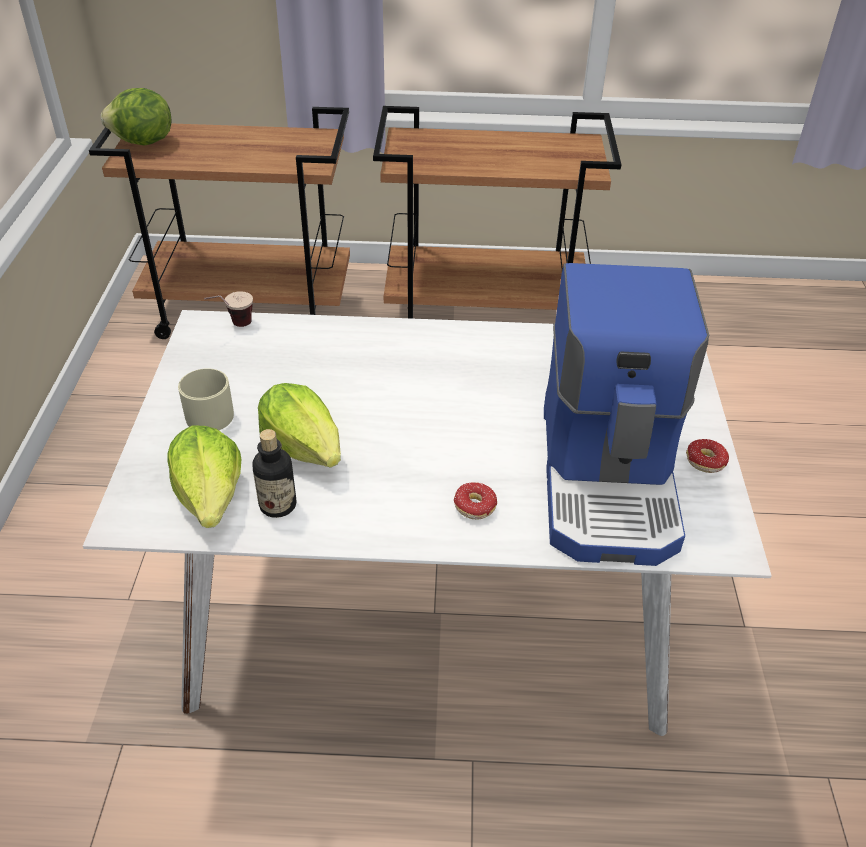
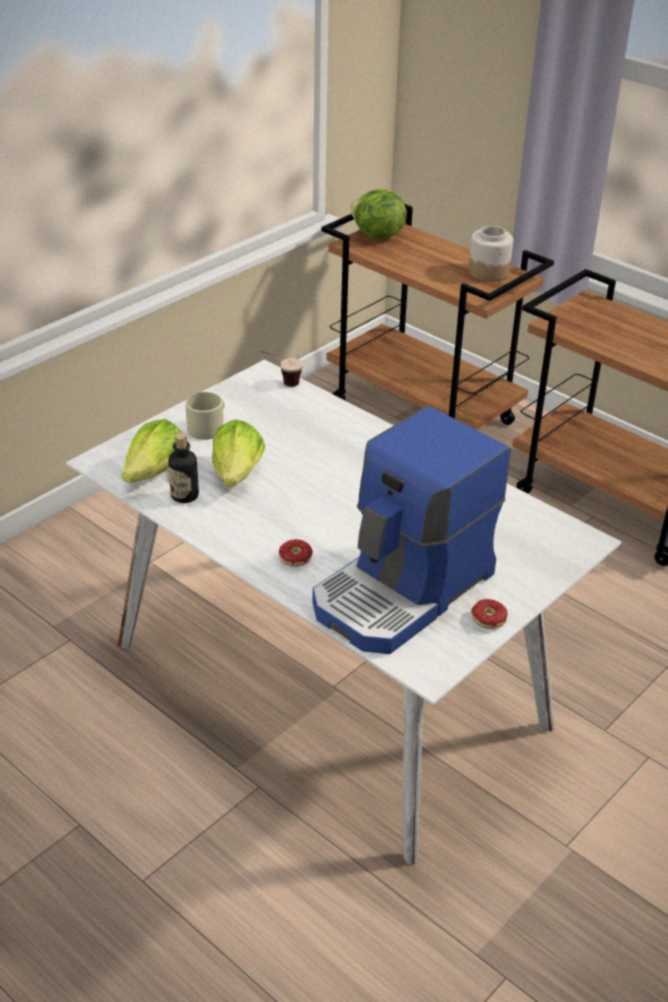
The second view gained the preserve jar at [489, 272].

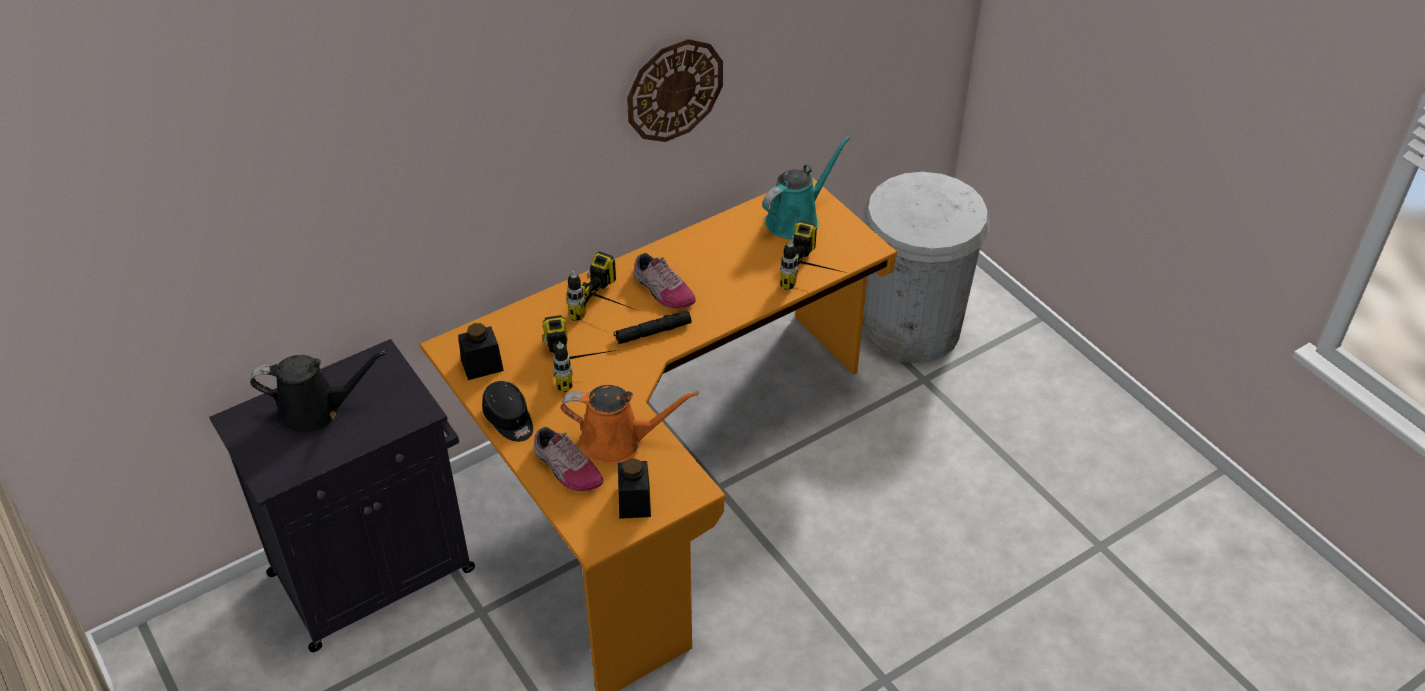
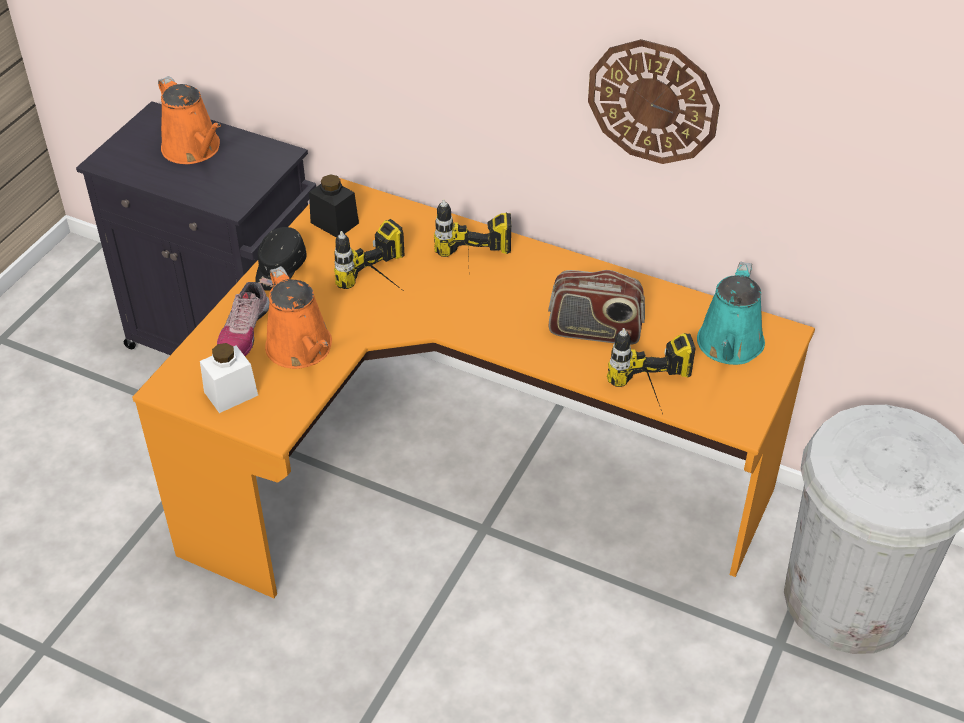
What was the watering pot (black-coloured) at [317, 411] turned into the watering pot (orangey) at [194, 149].
The second view lost the torch (black-coloured) at [652, 332].
What was the preserve jar (black-coloured) at [634, 502] turned into the preserve jar (white-coloured) at [231, 393].
The second view lost the item of footwear at [662, 290].
The watering pot (turquoise) at [796, 219] ended up facing another way, 90 degrees clockwise from before.
The second view gained the radio receiver at [594, 331].

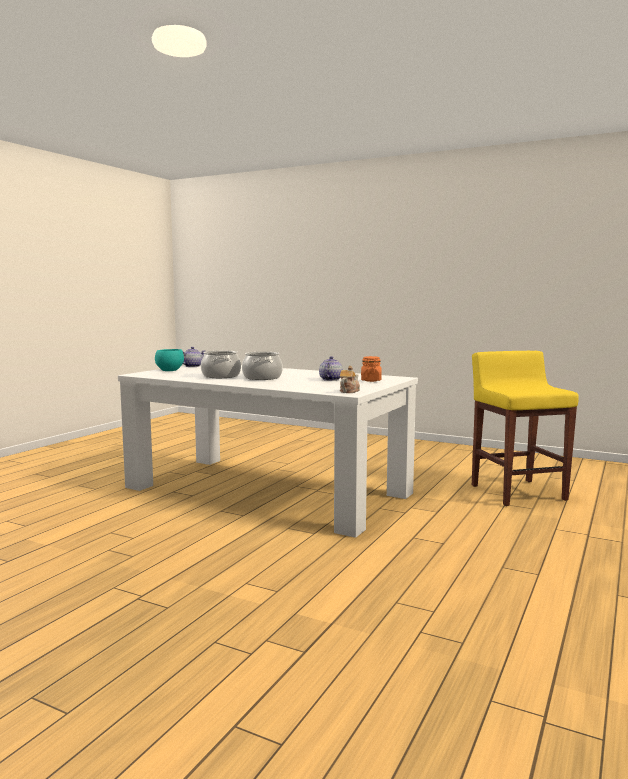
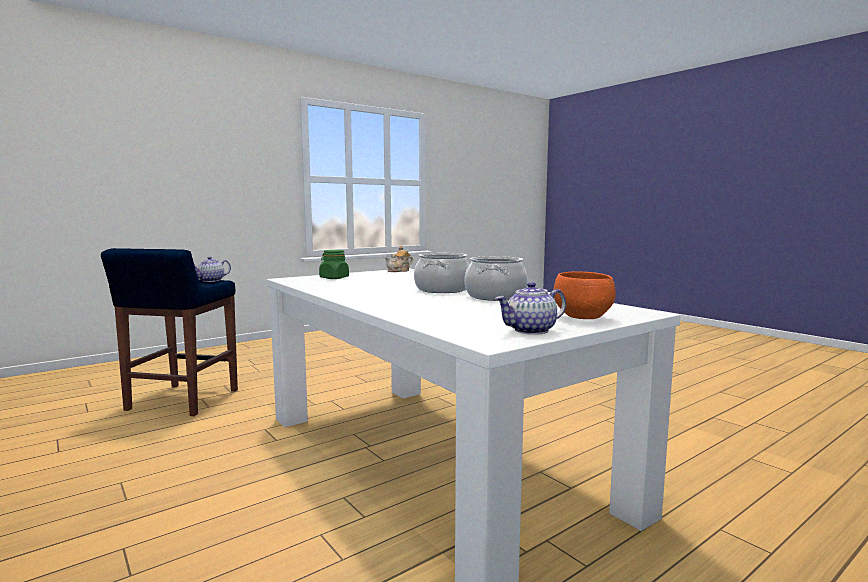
What was the deep dish (turquoise) at [169, 370] turned into the deep dish (orangey) at [584, 318].
The pot for tea ended up elsewhere, having gone from [330, 379] to [211, 280].
What was the preserve jar (orangey) at [371, 380] turned into the preserve jar (green-coloured) at [334, 278].
What was the stool (yellow) at [517, 492] turned into the stool (bluish) at [182, 401].

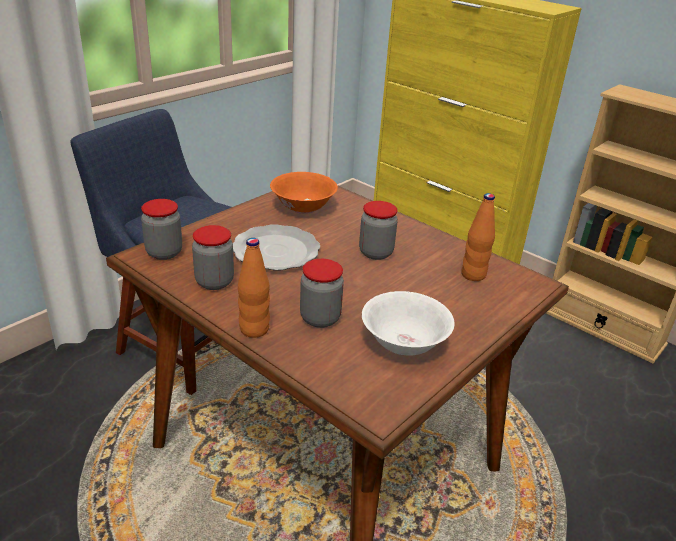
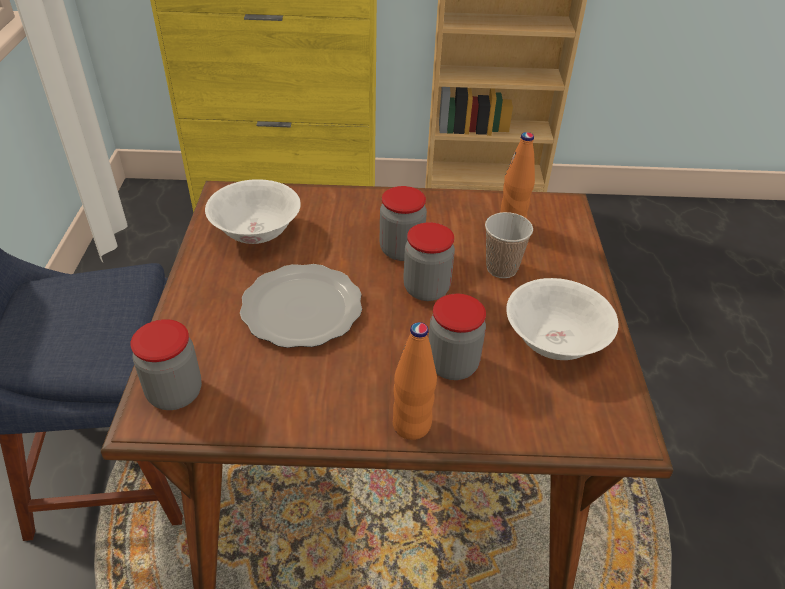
The preserve jar ended up elsewhere, having gone from [214, 282] to [426, 289].
What was the deep dish (orangey) at [303, 208] turned into the deep dish (white-coloured) at [257, 233].
The second view gained the small cup at [501, 268].

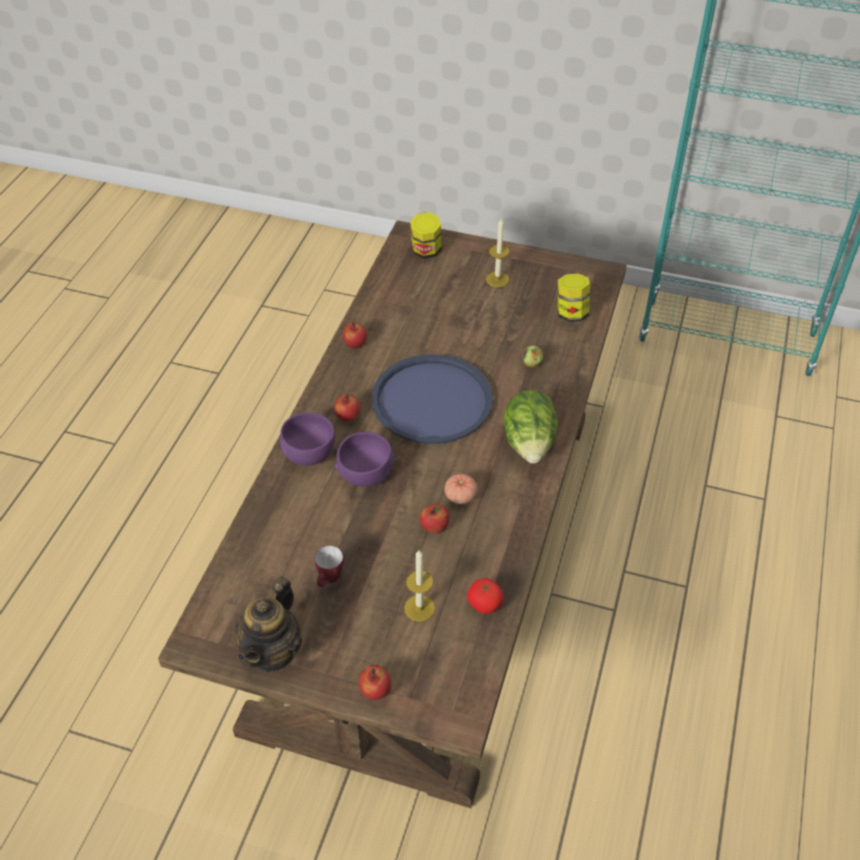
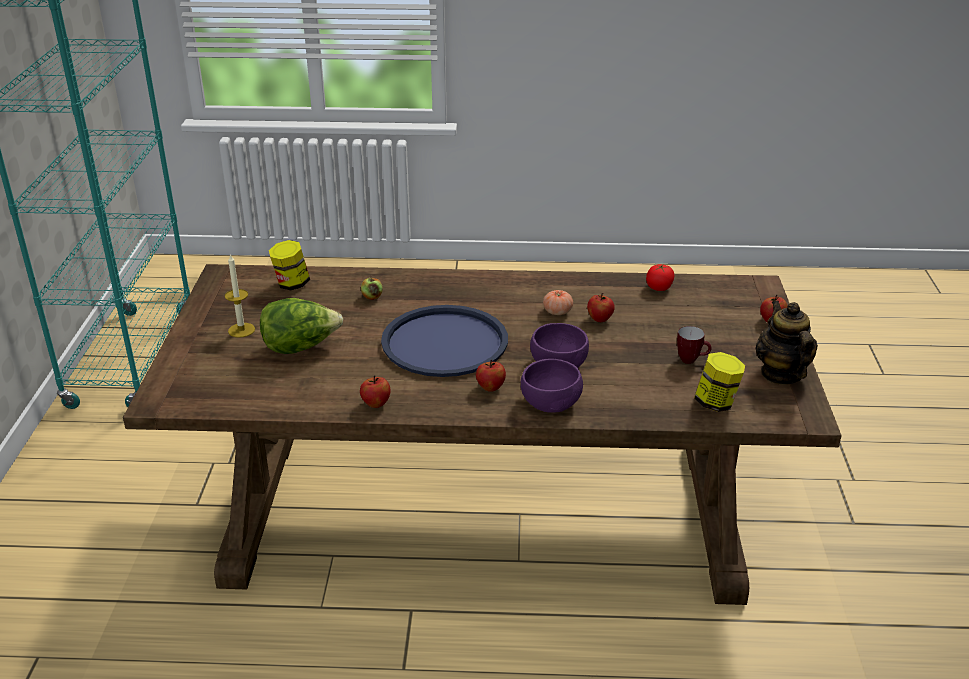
The pot for tea at [273, 652] ended up facing another way, 105 degrees counterclockwise from before.
The second view lost the candle at [419, 608].
The preserve jar ended up elsewhere, having gone from [426, 251] to [716, 403].
The lettuce ended up elsewhere, having gone from [529, 445] to [300, 347].

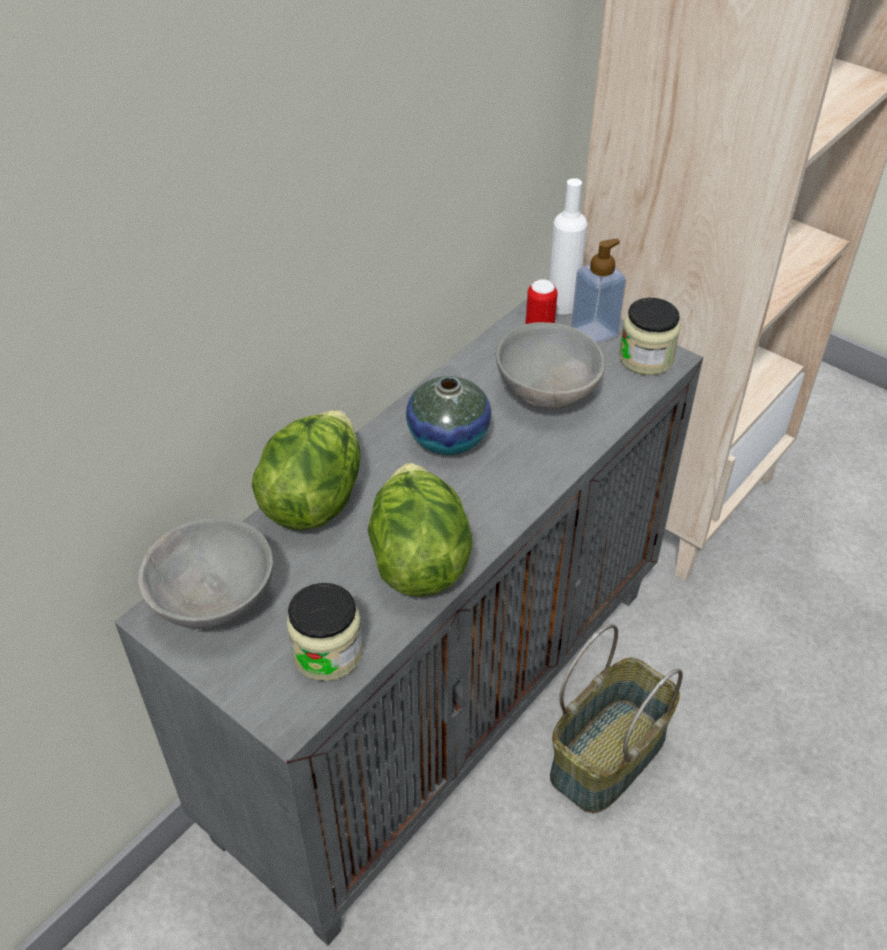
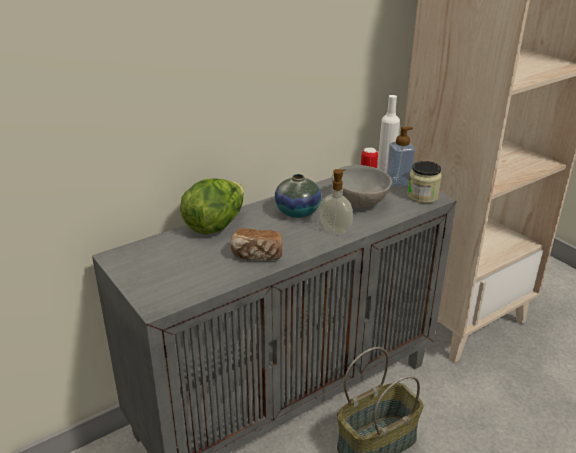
The second view lost the deep dish (grey) at [215, 604].
The second view lost the preserve jar at [327, 653].
Where the lettuce stood at [418, 559], the bakery bread came to stand at [257, 256].
The second view gained the soap bottle at [335, 230].

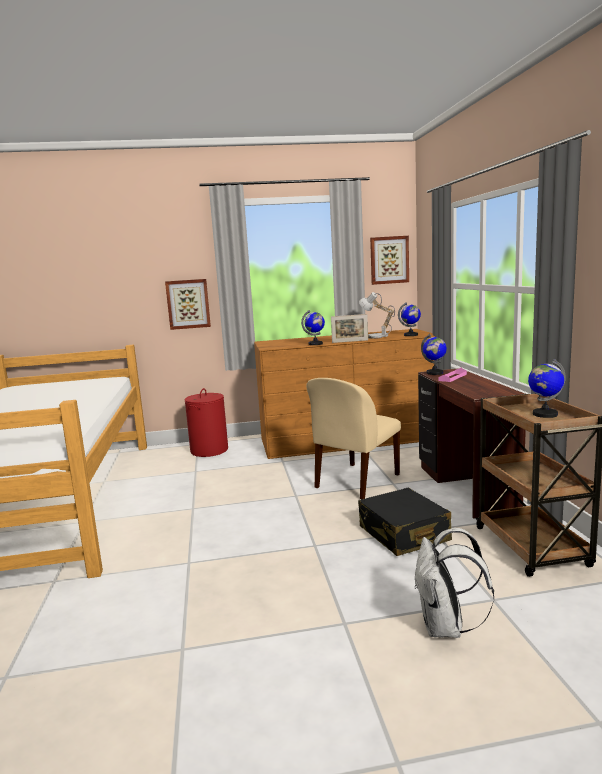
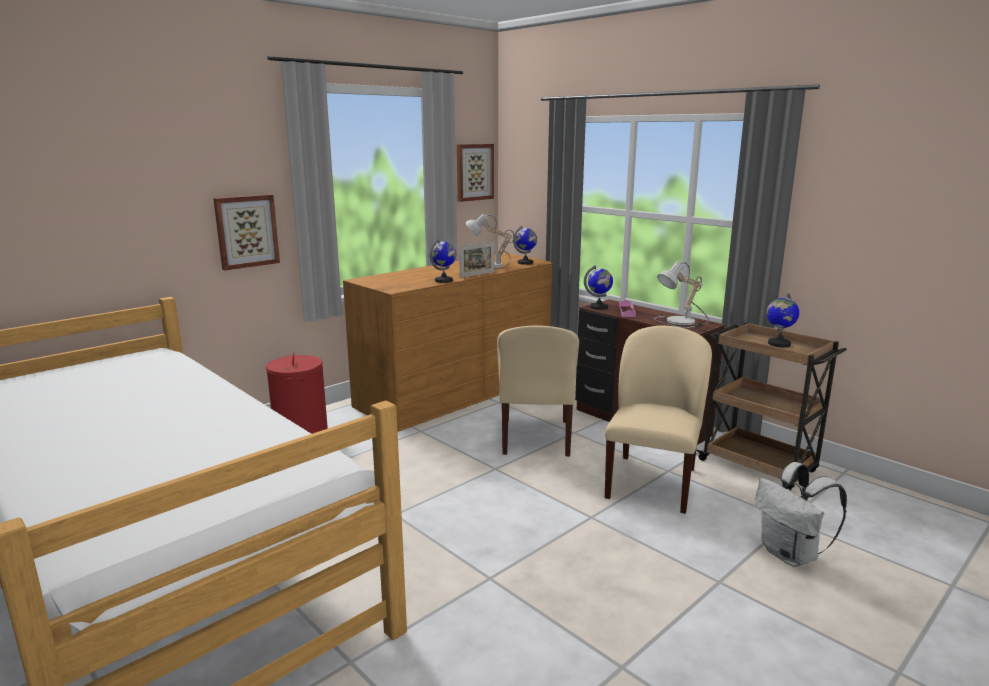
Where the piece of luggage (black-coloured) stood at [403, 534], the plain chair (beige) came to stand at [652, 482].
The second view gained the table lamp at [681, 322].

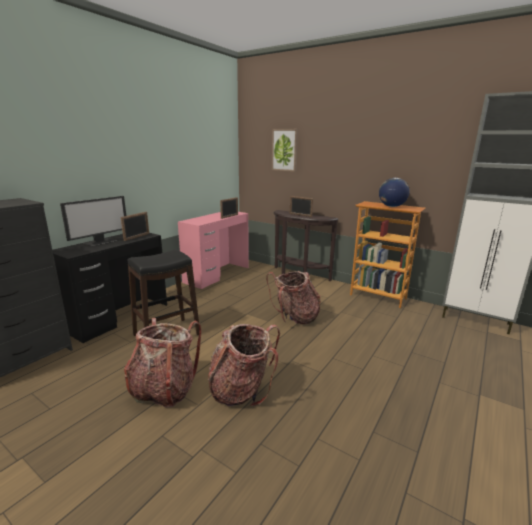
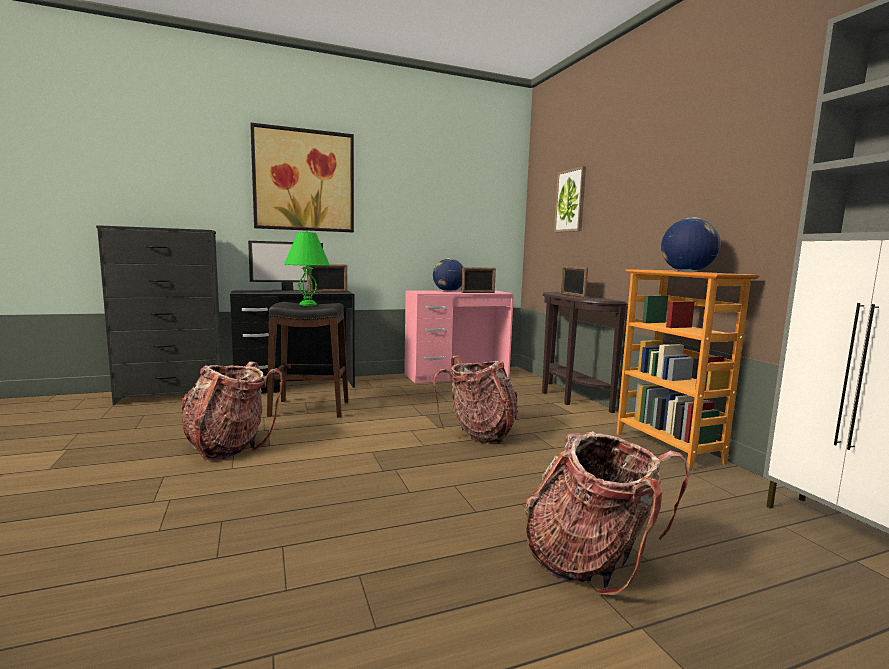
The rucksack ended up elsewhere, having gone from [242, 389] to [591, 562].
The second view gained the wall picture at [304, 180].
The second view gained the table lamp (green-coloured) at [307, 304].
The second view gained the world globe at [448, 291].

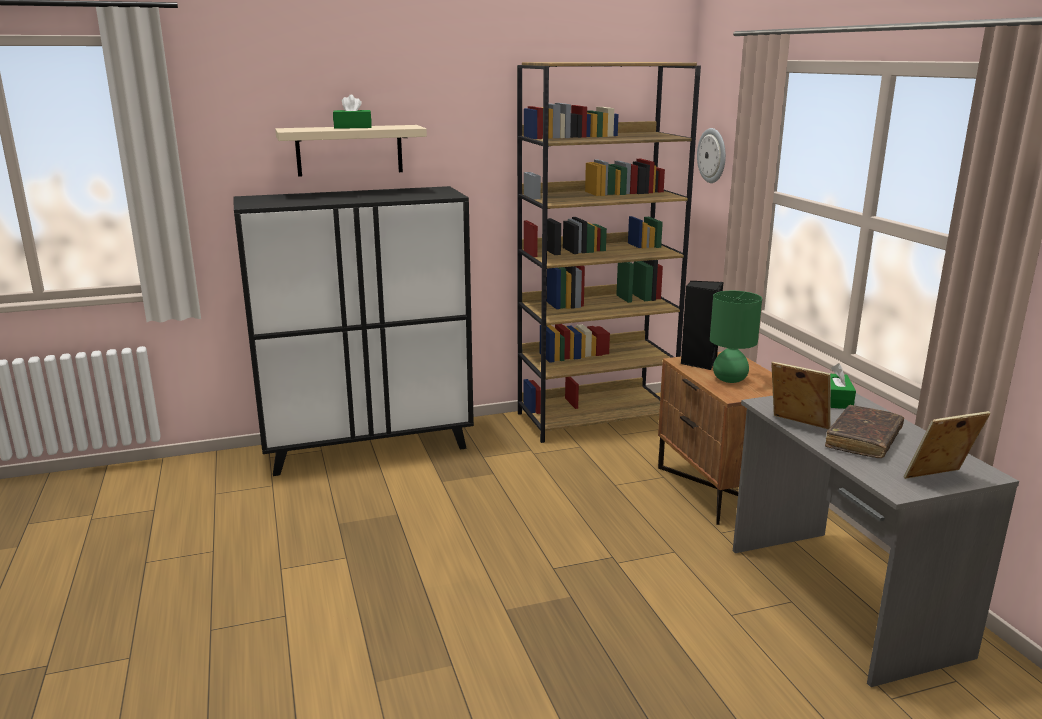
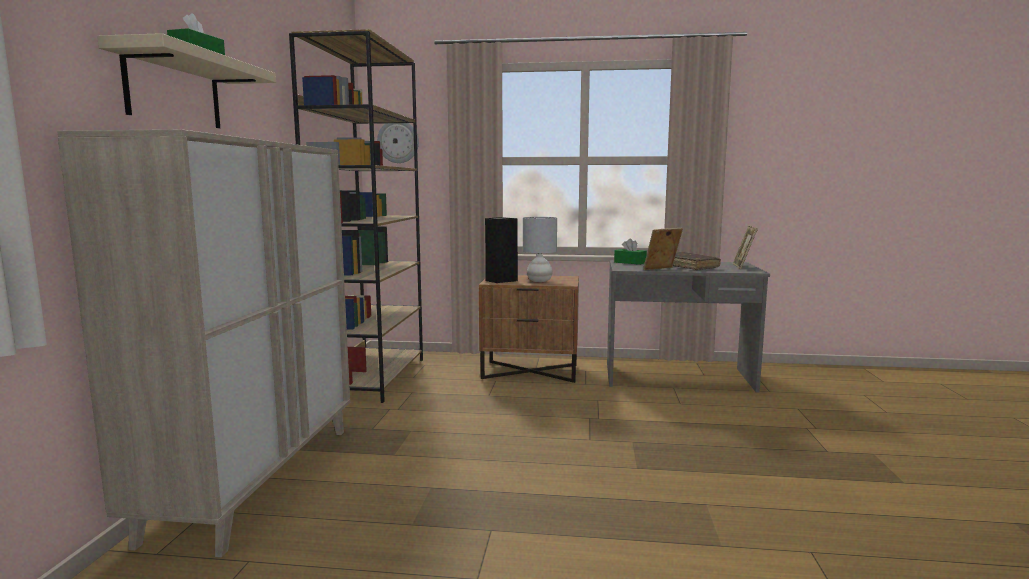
What was the storage cabinet (black-coloured) at [369, 448] turned into the storage cabinet (beige) at [256, 479].
What was the table lamp (green-coloured) at [730, 379] turned into the table lamp (grey) at [539, 281].

